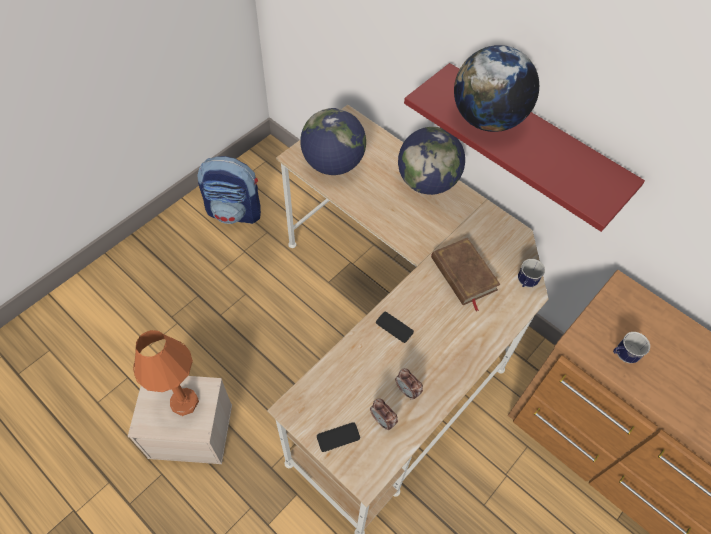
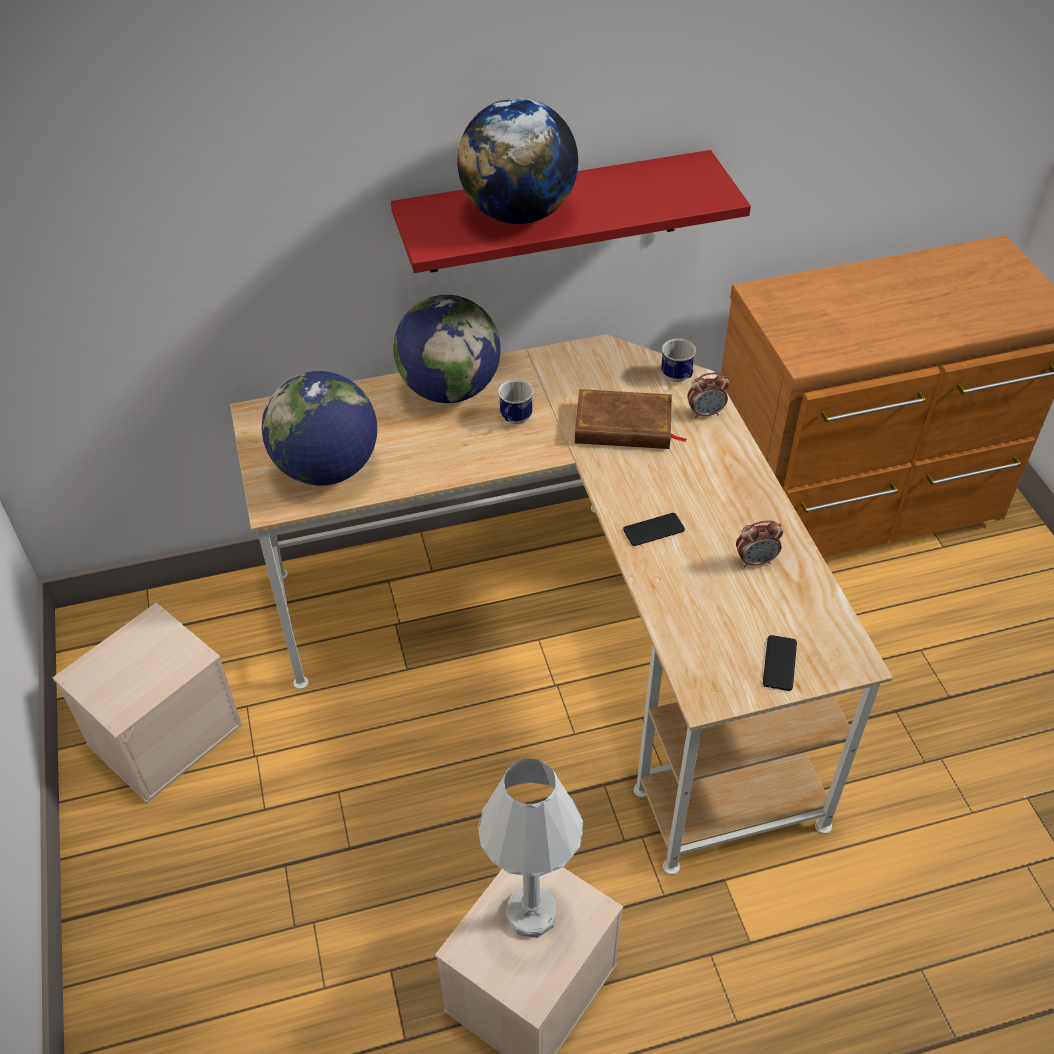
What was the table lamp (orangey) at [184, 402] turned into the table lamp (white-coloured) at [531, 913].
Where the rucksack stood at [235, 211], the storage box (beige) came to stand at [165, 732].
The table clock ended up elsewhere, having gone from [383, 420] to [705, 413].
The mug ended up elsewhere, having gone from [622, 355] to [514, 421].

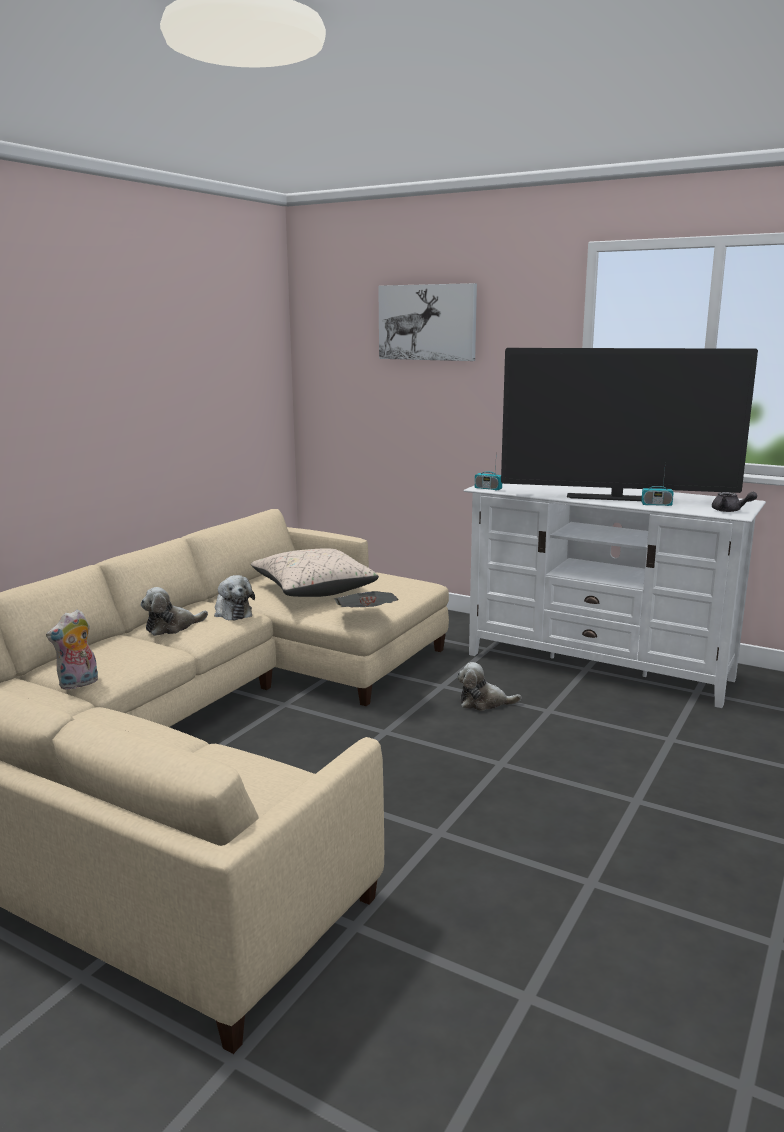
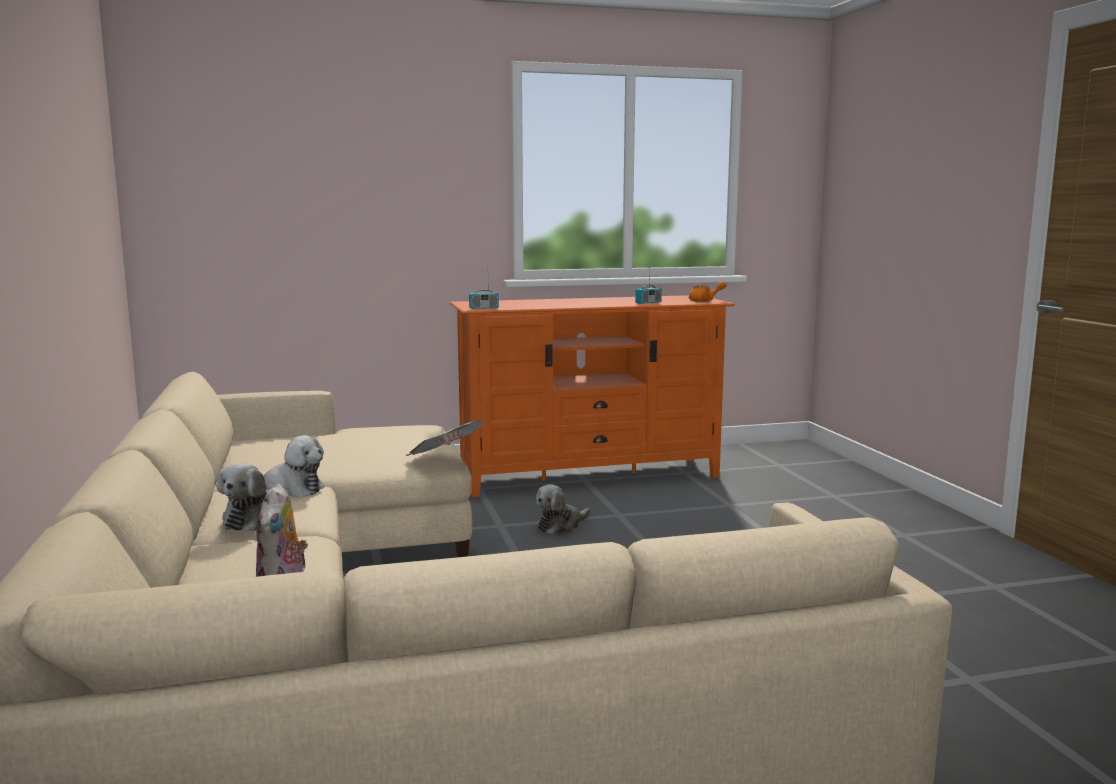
The second view lost the cushion (beige) at [314, 589].
The second view lost the wall picture at [427, 322].
What was the media console (white-coloured) at [598, 666] turned into the media console (orangey) at [590, 476].
The second view lost the TV at [616, 498].
What was the pot for tea (grey) at [730, 511] turned into the pot for tea (orangey) at [705, 300].

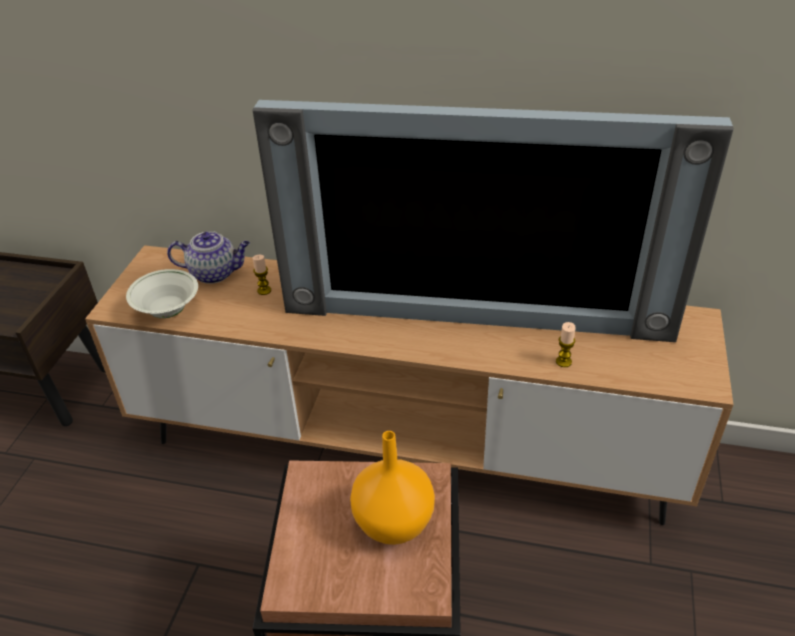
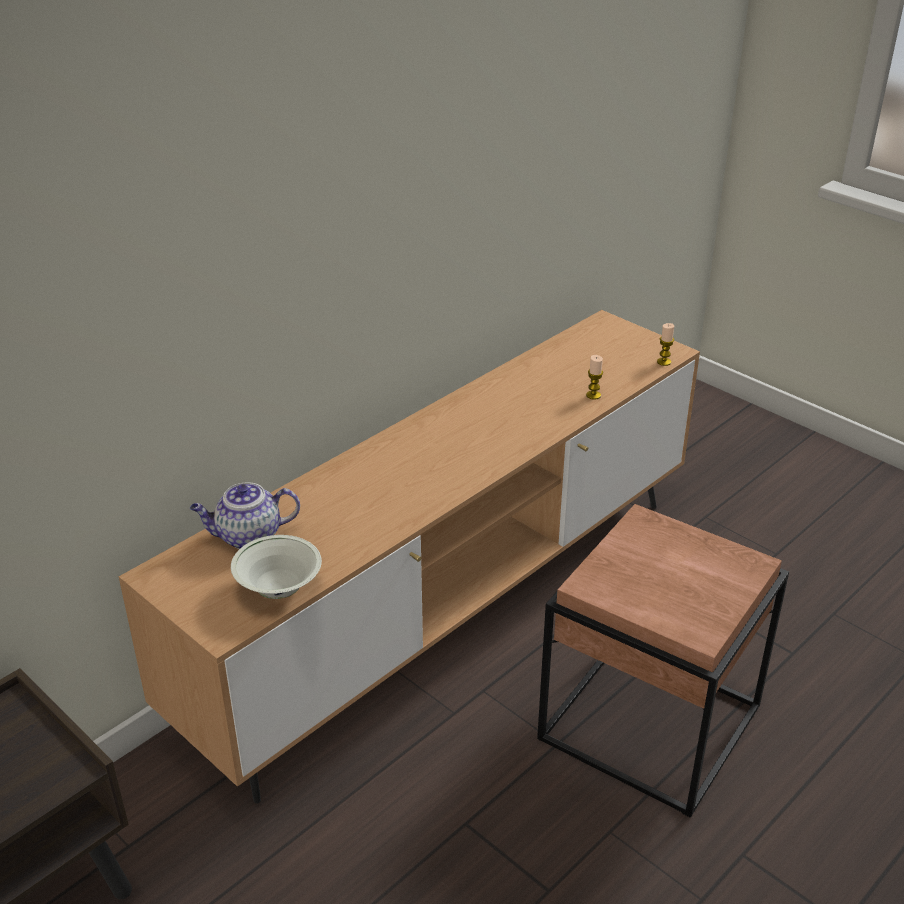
The pot for tea at [215, 273] ended up facing another way, 135 degrees counterclockwise from before.
The second view lost the TV at [475, 311].
The candle ended up elsewhere, having gone from [264, 290] to [664, 362].
The second view lost the vase (orangey) at [393, 525].

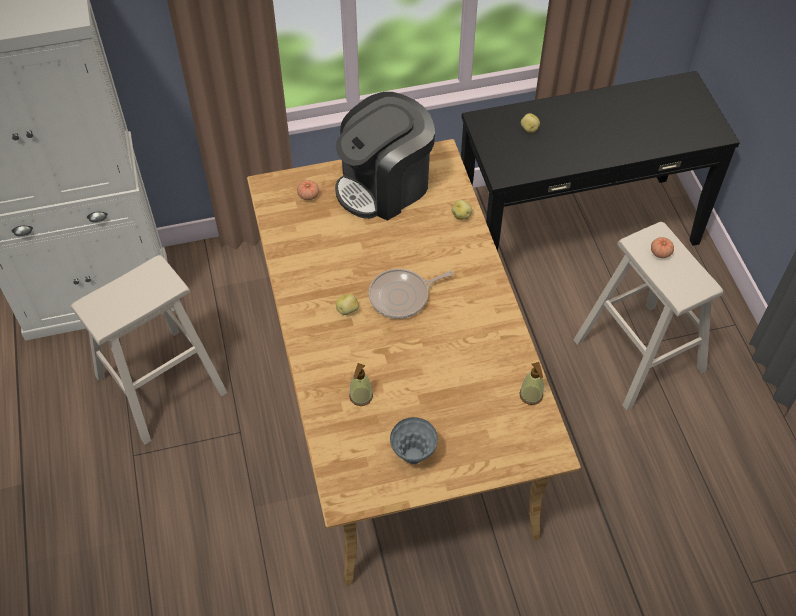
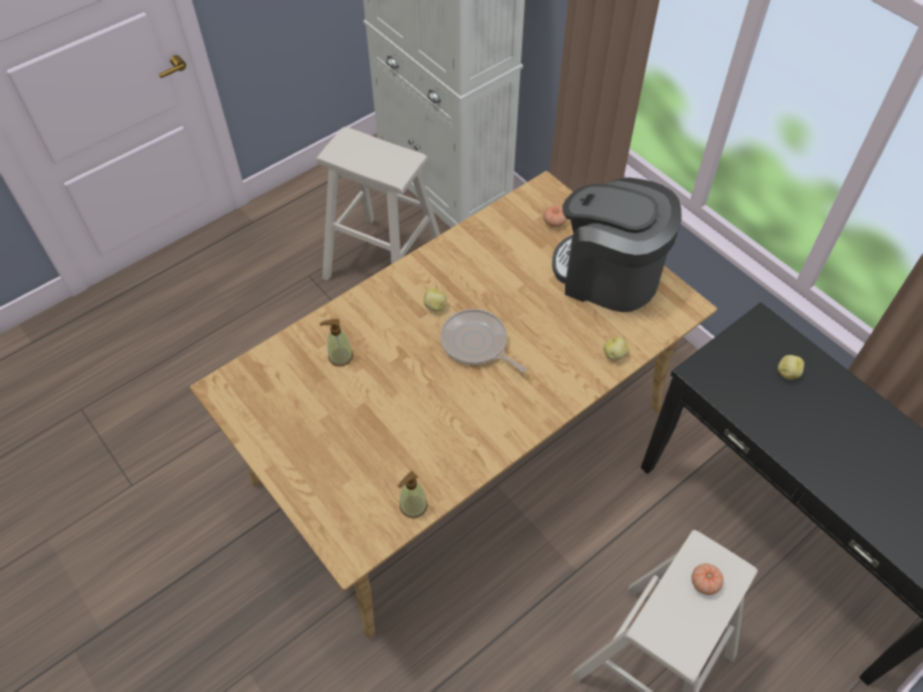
The second view lost the vase (grey) at [413, 456].

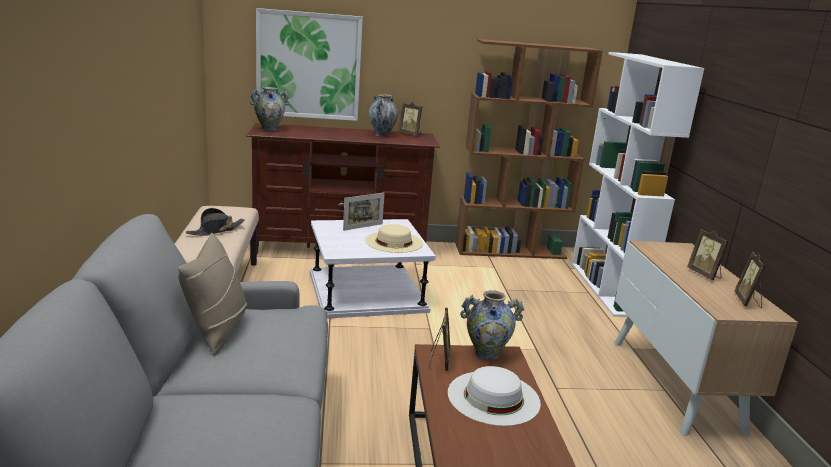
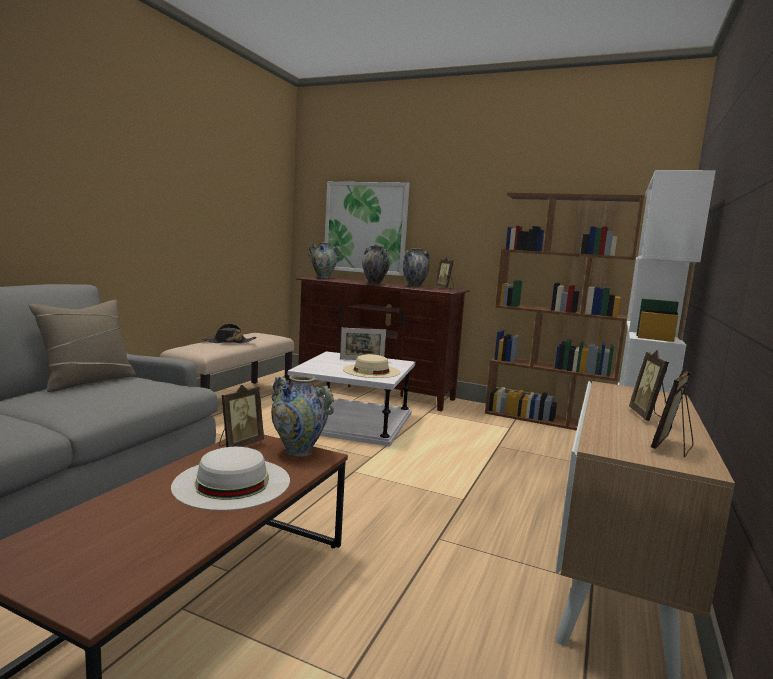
The second view gained the vase at [374, 284].

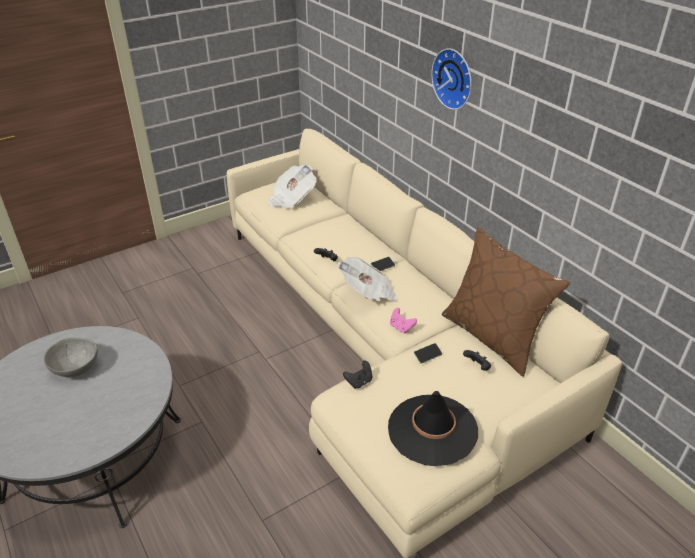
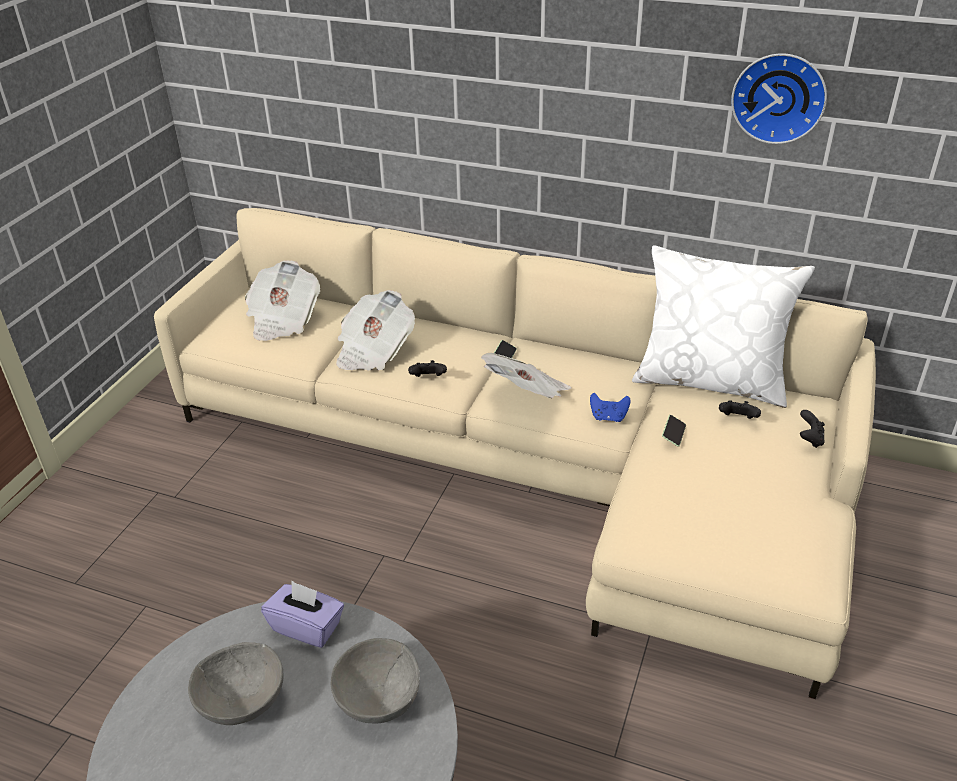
The joypad (black-coloured) ended up elsewhere, having gone from [359, 382] to [809, 439].
The second view lost the wearable hat (black-coloured) at [432, 429].
What was the joypad (pinkish) at [401, 327] turned into the joypad (bluish) at [608, 417].
The hanging clock ended up elsewhere, having gone from [454, 78] to [779, 97].
What was the cushion (brown-coloured) at [493, 337] turned into the cushion (white-coloured) at [710, 380].
The second view gained the tissue holder (purplish) at [307, 627].
The second view gained the deep dish (grey) at [378, 698].
The second view gained the printed paper at [373, 351].

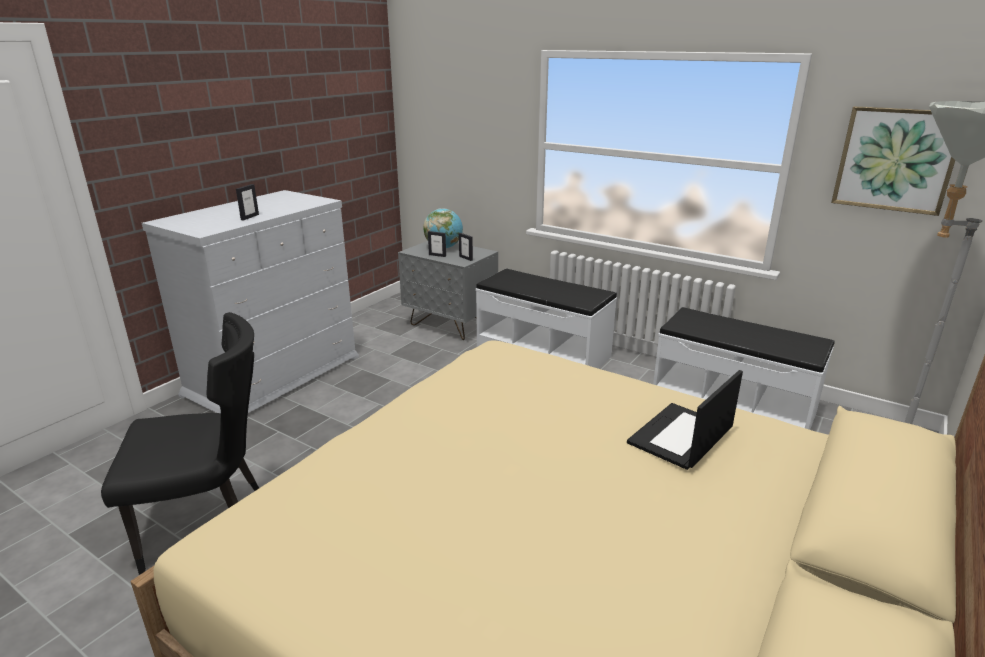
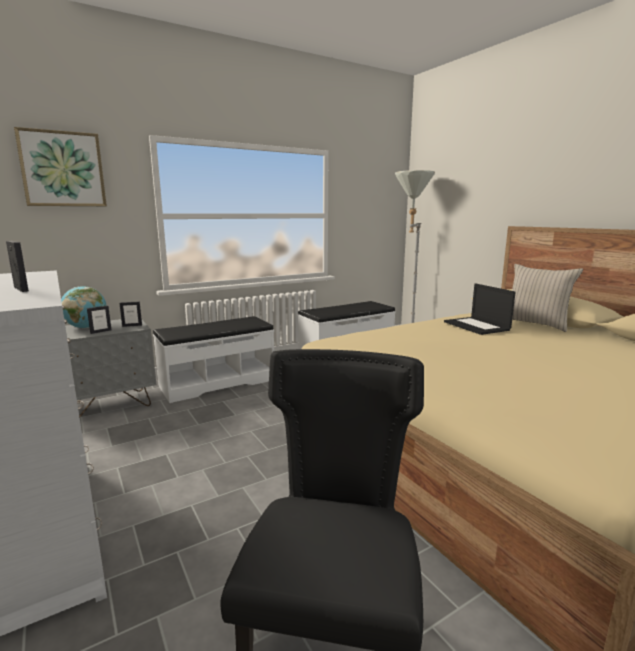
The wall picture ended up elsewhere, having gone from [896, 159] to [63, 169].
The second view gained the cushion (beige) at [535, 324].

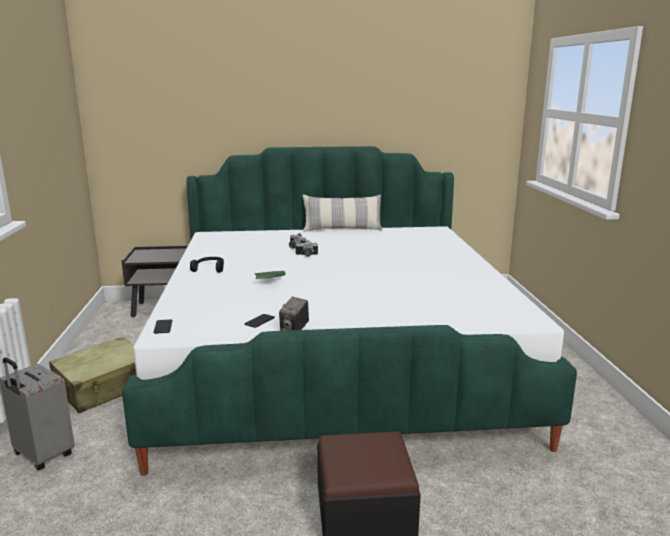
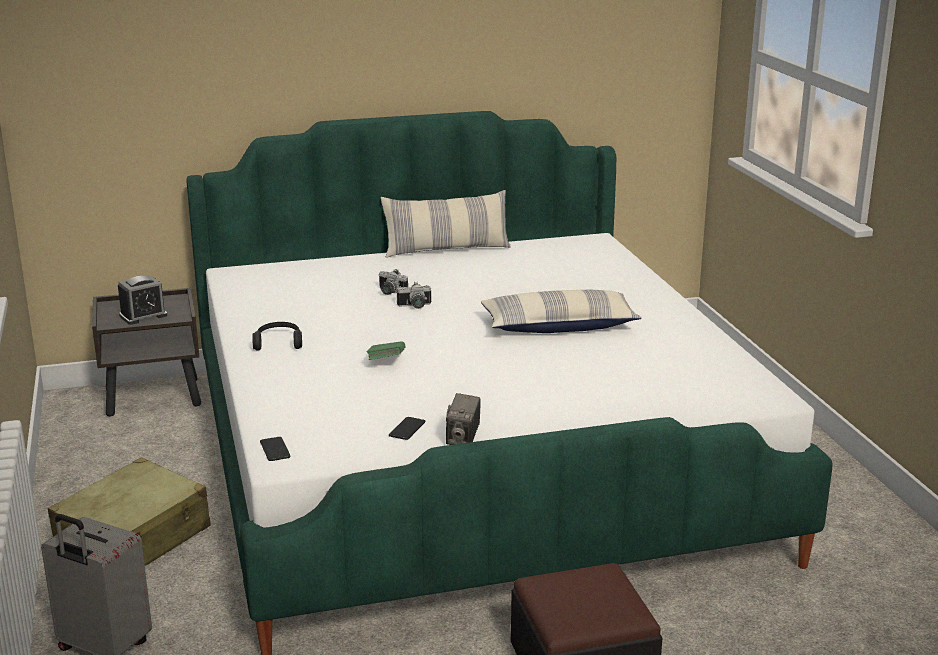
The second view gained the table clock at [143, 316].
The second view gained the cushion at [559, 326].

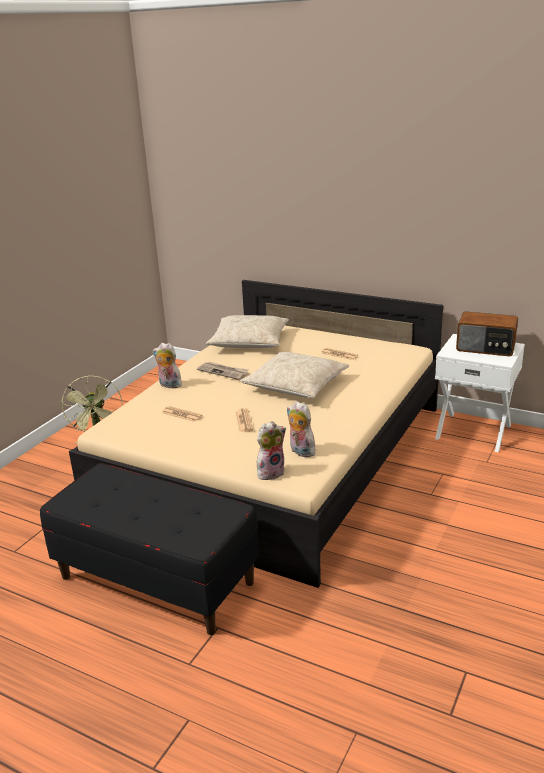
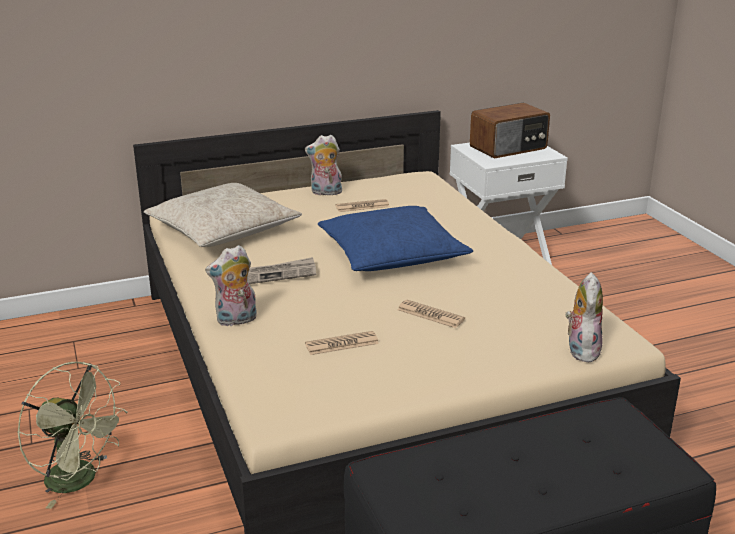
What was the cushion (beige) at [295, 385] turned into the cushion (bluish) at [391, 254].
The soft toy ended up elsewhere, having gone from [300, 451] to [325, 193].

